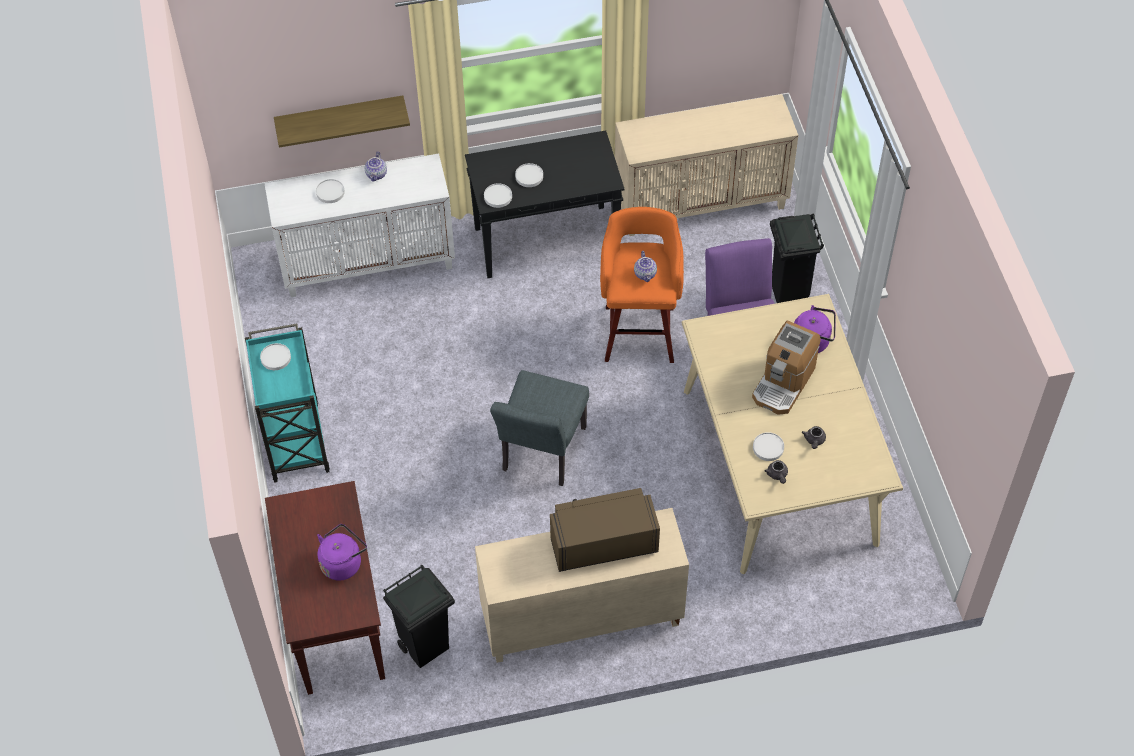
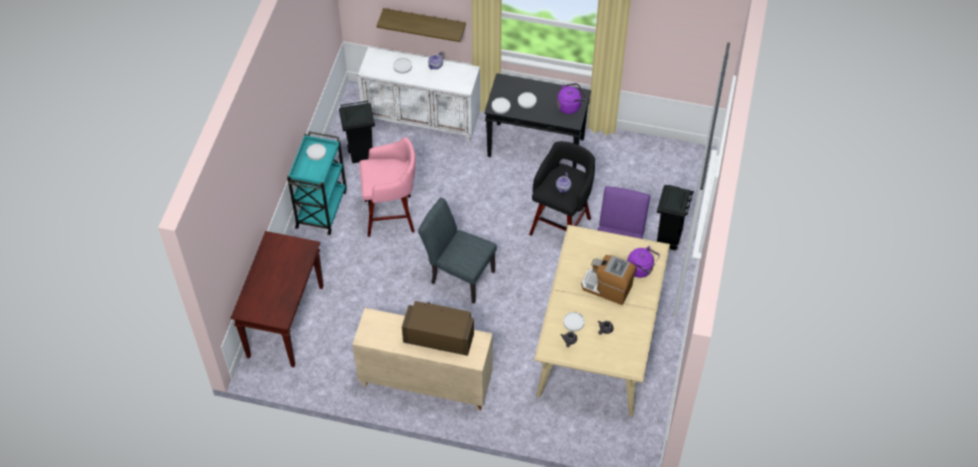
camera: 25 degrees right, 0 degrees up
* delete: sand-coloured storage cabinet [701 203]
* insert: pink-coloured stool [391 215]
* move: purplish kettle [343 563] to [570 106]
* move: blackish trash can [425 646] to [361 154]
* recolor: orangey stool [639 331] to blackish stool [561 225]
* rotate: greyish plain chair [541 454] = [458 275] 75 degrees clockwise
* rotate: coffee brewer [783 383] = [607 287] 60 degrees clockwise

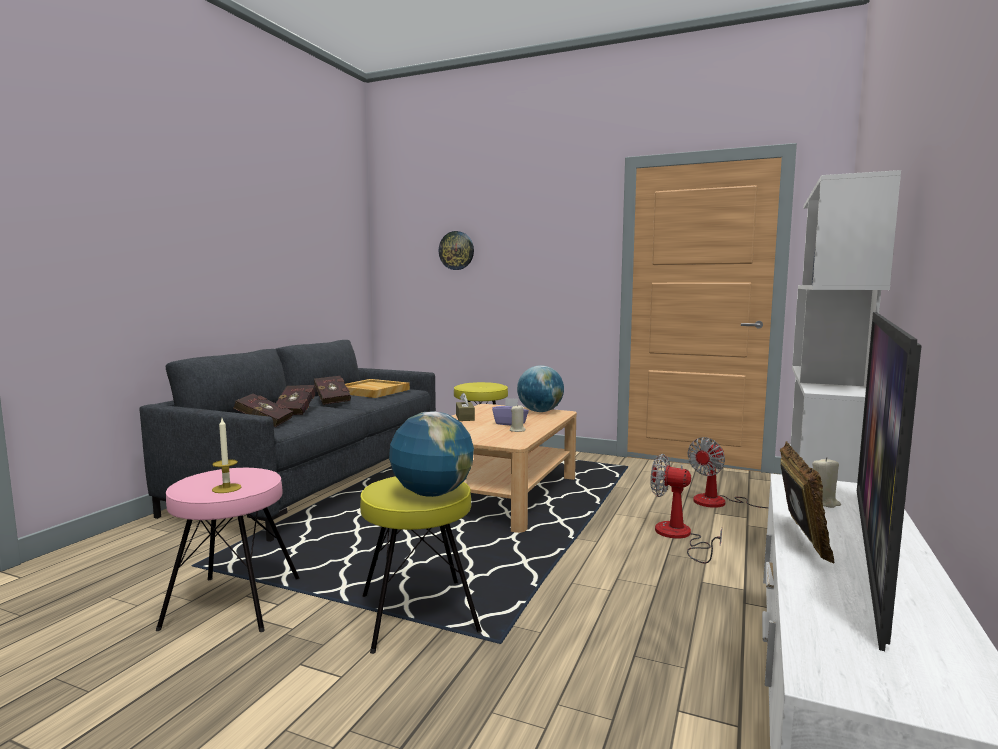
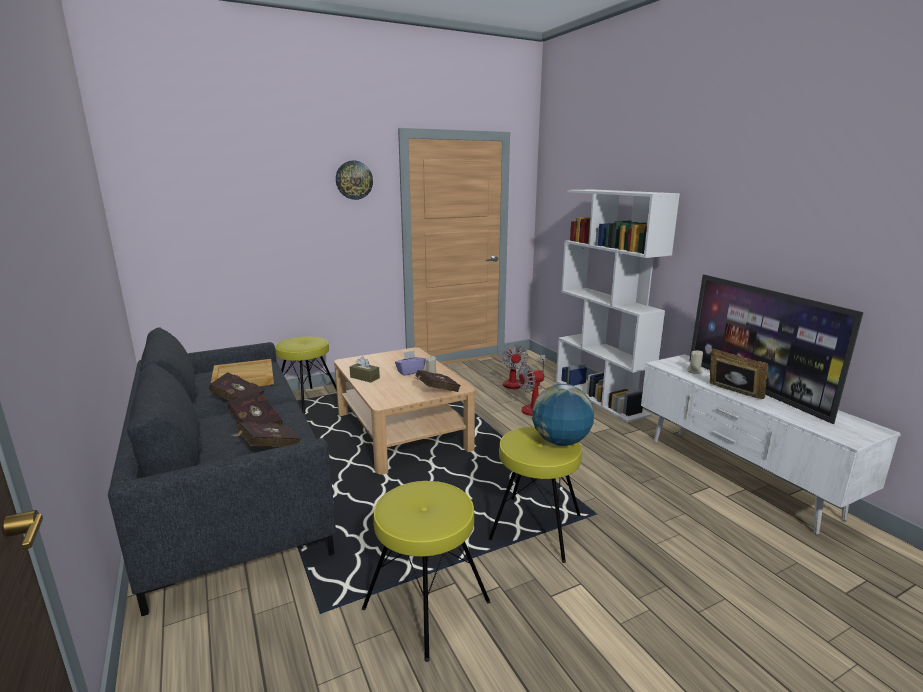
camera: 50 degrees left, 10 degrees up
* delete: wax light [226 488]
* delete: world globe [540 411]
* insert: red-coloured bound book [436 391]
* move: hanging clock [456 250] to [354 180]
* recolor: pink-coloured stool [232 603] to yellow-coloured stool [426 605]

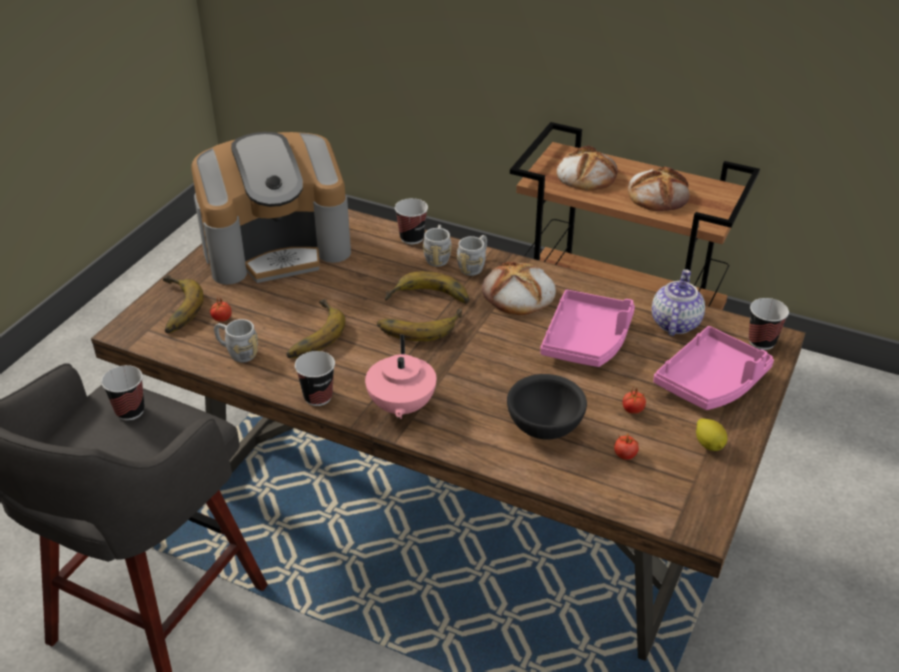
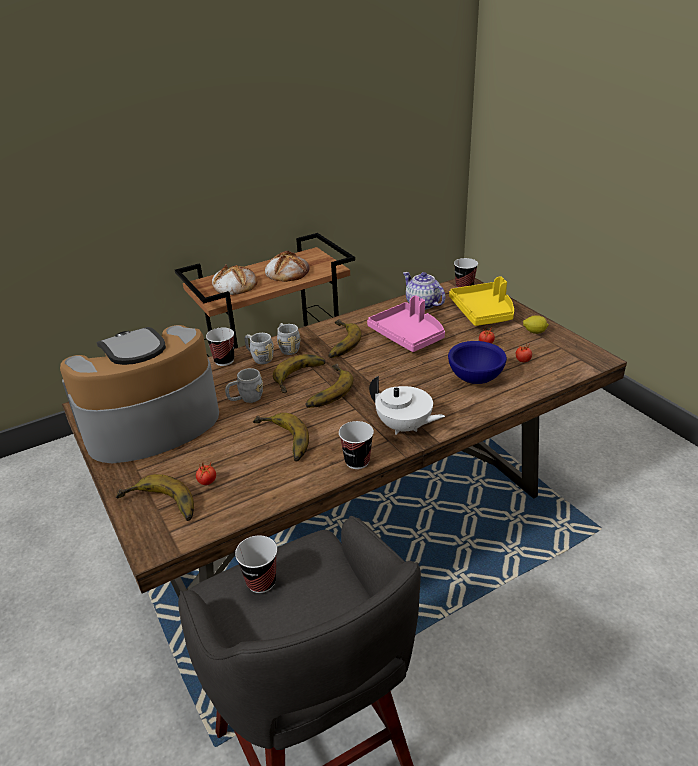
camera: 55 degrees left, 5 degrees down
* move: greyish mug [237 352] to [246 399]
* replace: bread [518 294] to banana [337 342]
* recolor: pink-coloured tea pot [401 407] to whitish tea pot [404 427]
* recolor: blackish deep dish [544 428] to bluish deep dish [476 379]
* recolor: pink-coloured tray [712 382] to yellow-coloured tray [483 312]
* rotate: coffee brewer [276 247] = [150 424] 135 degrees counterclockwise

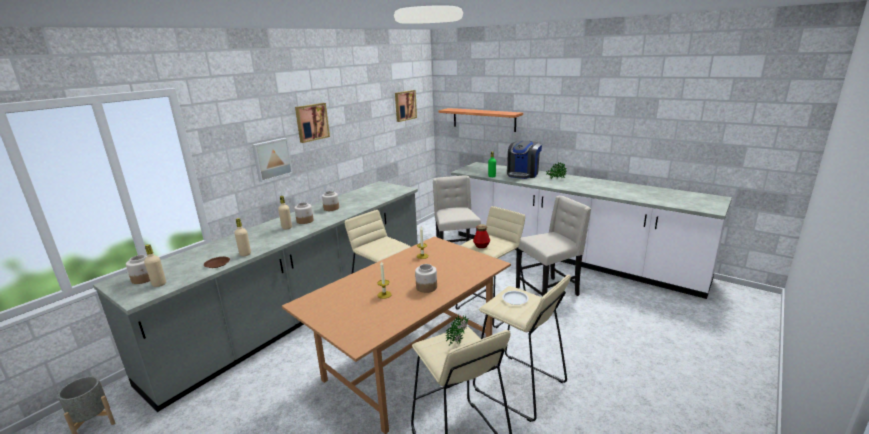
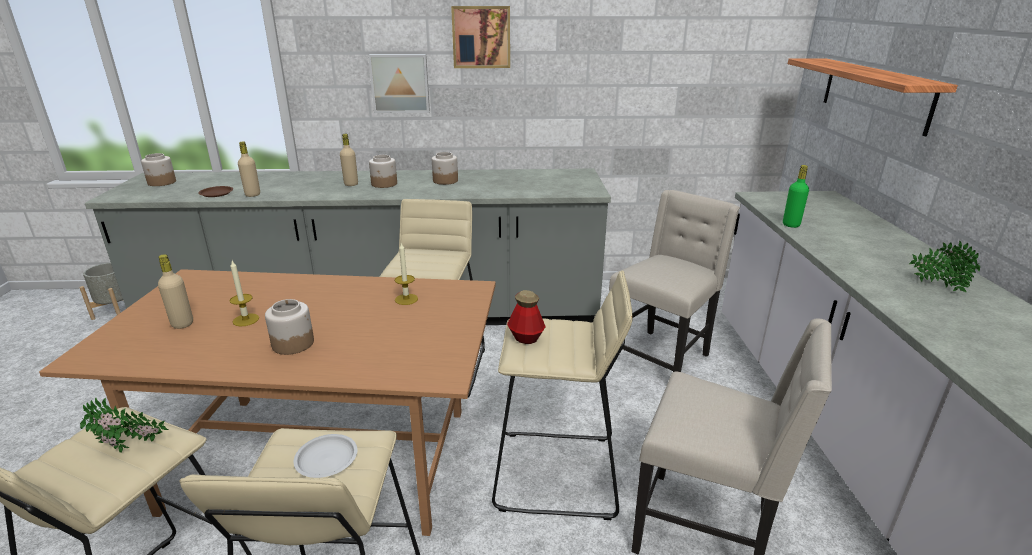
camera: 50 degrees right, 5 degrees up
* delete: wall picture [404 105]
* delete: coffee brewer [523 174]
* move: sand-coloured drink bottle [159 284] to [182 324]

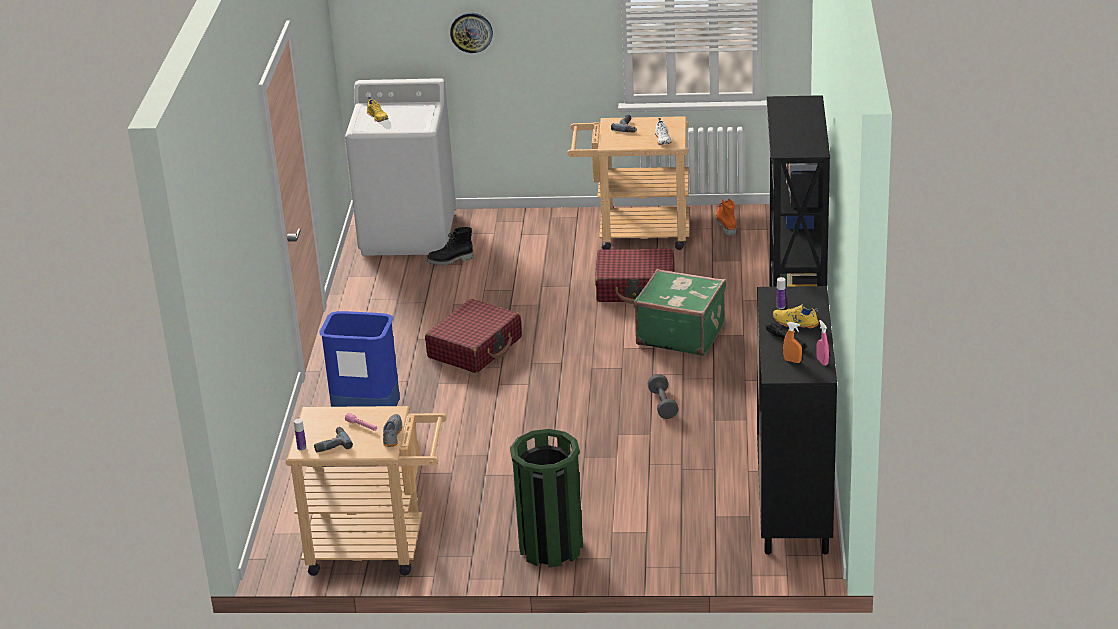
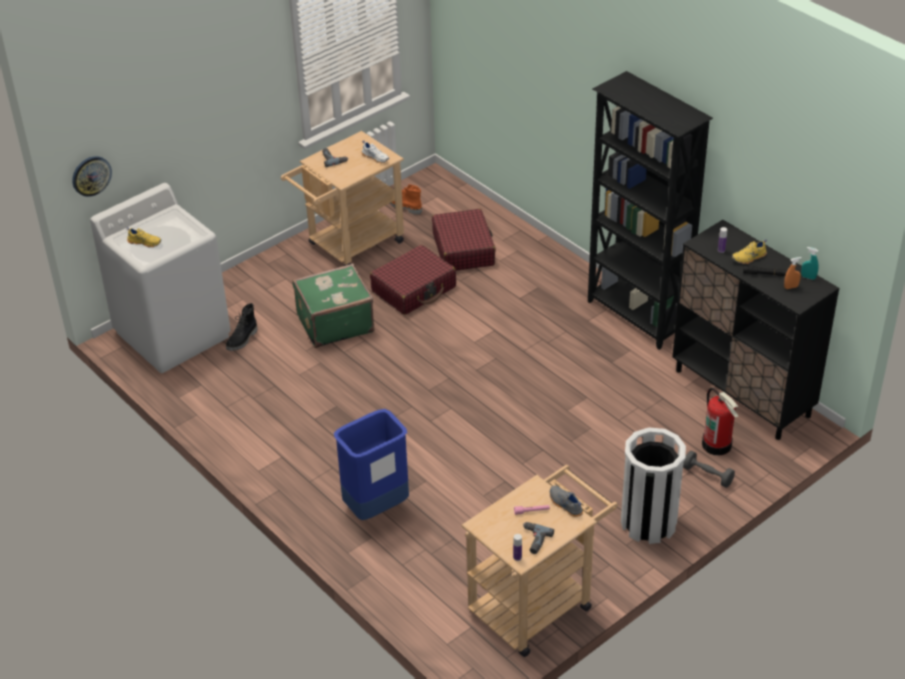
camera: 45 degrees left, 10 degrees up
* insert: fire extinguisher [717 444]
* move: red-coloured suitcase [475 347] to [463 249]
* move: hanging clock [471 32] to [91 175]
* move: greenish suitcase [680 334] to [334 323]
* move: greyish free weight [663 404] to [707 475]
* recolor: greenish trash can [550 547] to whitish trash can [648 523]
* recolor: pink-coloured hand sprayer [822 361] to turquoise-coloured hand sprayer [808 277]

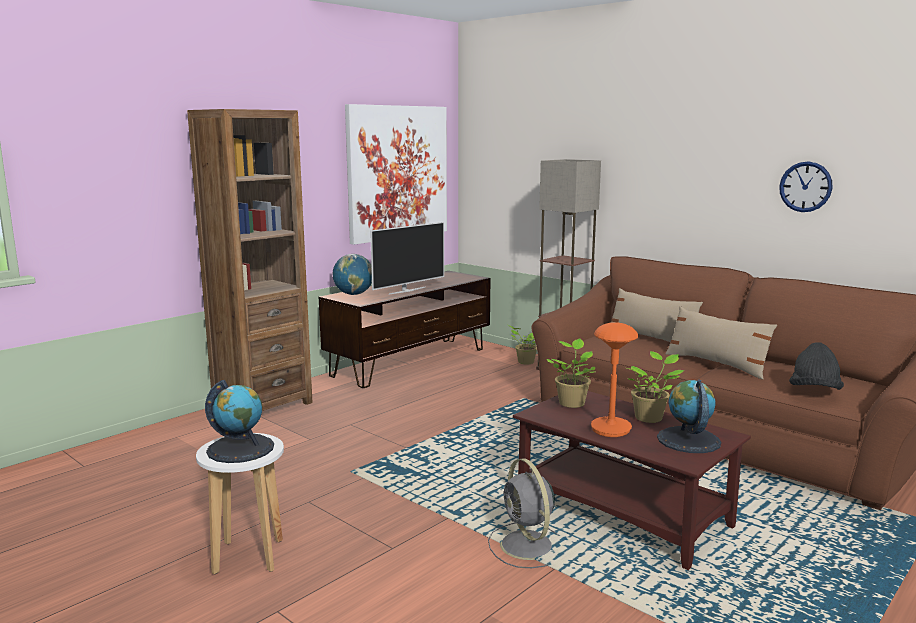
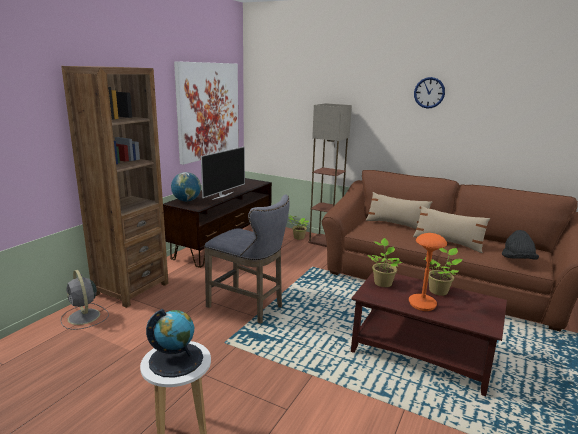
camera: 15 degrees left, 5 degrees up
* delete: world globe [688 440]
* insert: greyish stool [249 307]
* move: greyish fan [528 546] to [84 317]
* move: hanging clock [805 187] to [429 92]

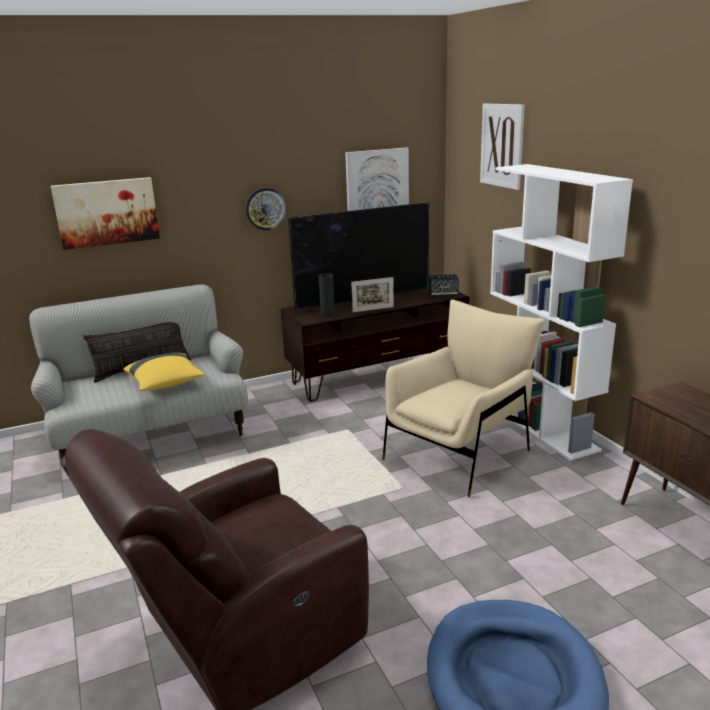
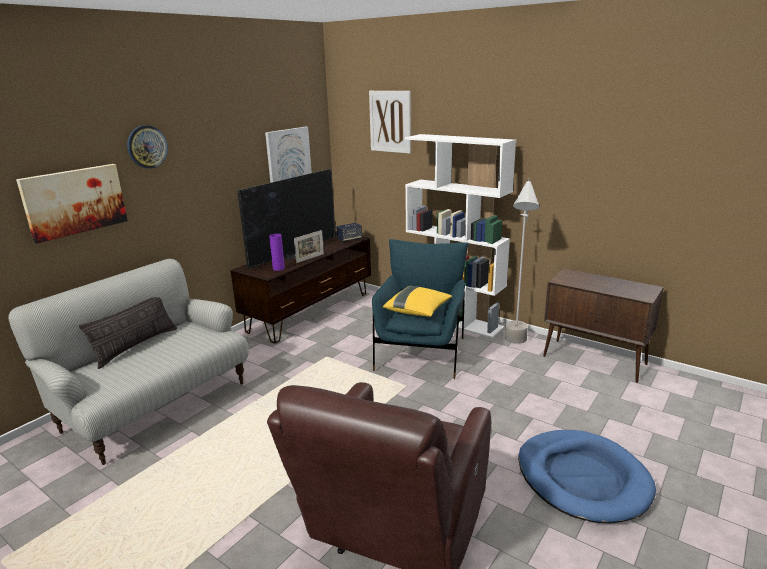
camera: 30 degrees left, 0 degrees up
* insert: greyish standing lamp [515 347]
* move: yellow-coloured cushion [165 384] to [418 311]
* move: hanging clock [265 208] to [147 147]
* recolor: blackish decorative vase [327 315] to purplish decorative vase [278 268]
* recolor: sand-coloured armchair [459 453] to bluish armchair [421 352]

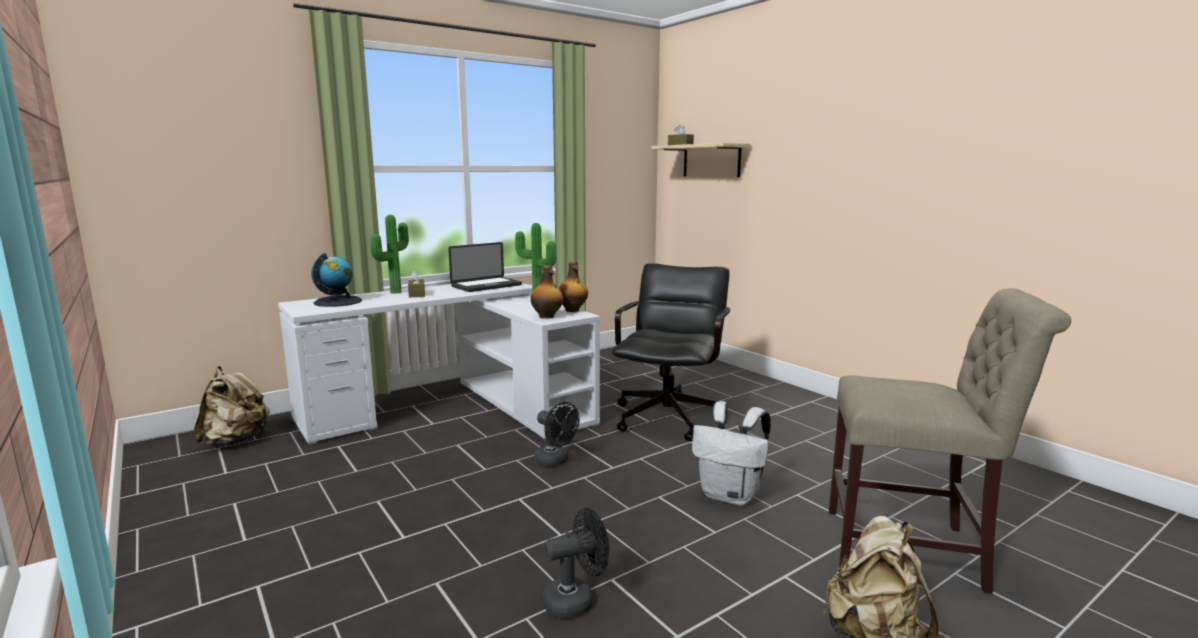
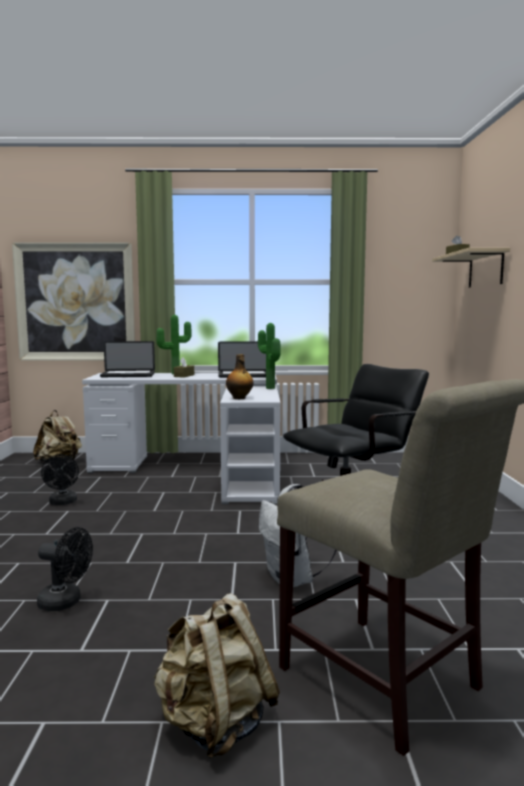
camera: 35 degrees right, 5 degrees down
* delete: drink bottle [572 310]
* insert: wall picture [75 302]
* move: blackish fan [555 461] to [63 502]
* replace: world globe [338 302] to laptop [128 375]

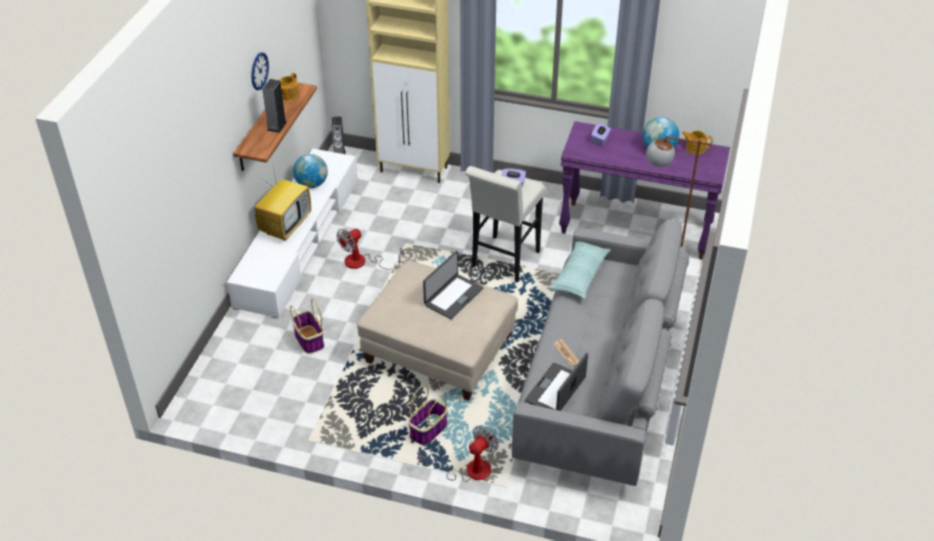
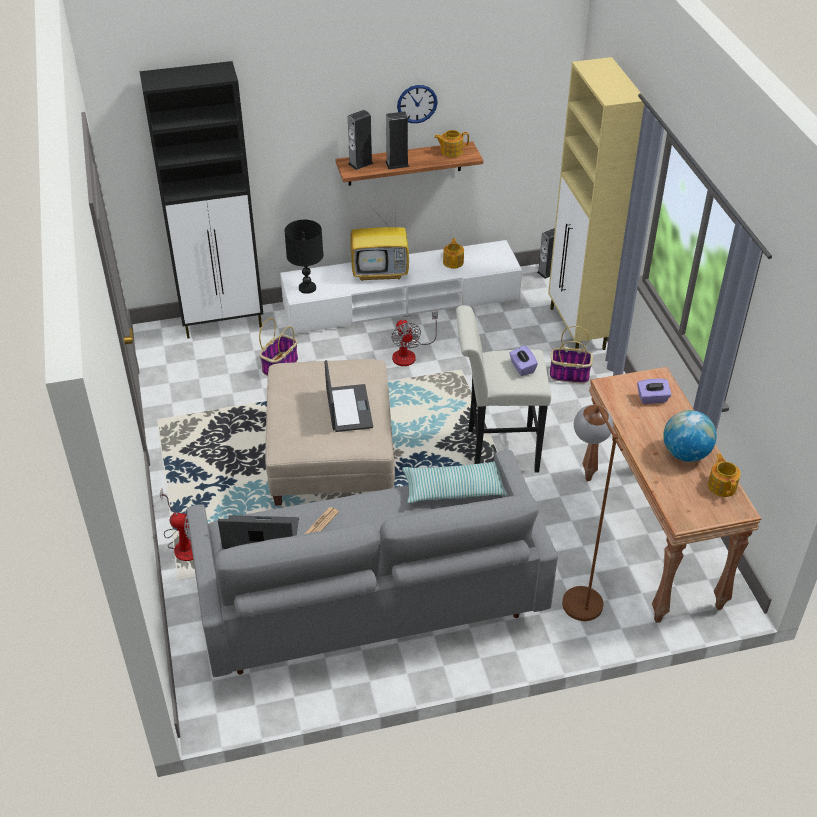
camera: 60 degrees right, 0 degrees up
* insert: blackish storage cabinet [224 323]
* insert: blackish tabletop lamp [307 288]
* insert: speaker [360 163]
* move: basket [428 430] to [568 375]
* replace: world globe [312 184] to tea pot [453 262]
* recolor: purplish narrow table [636 230] to brown-coloured narrow table [651 540]
* rotate: fan [363 262] = [409 353] 120 degrees counterclockwise
* rotate: laptop [453 296] = [348 408] 105 degrees counterclockwise

